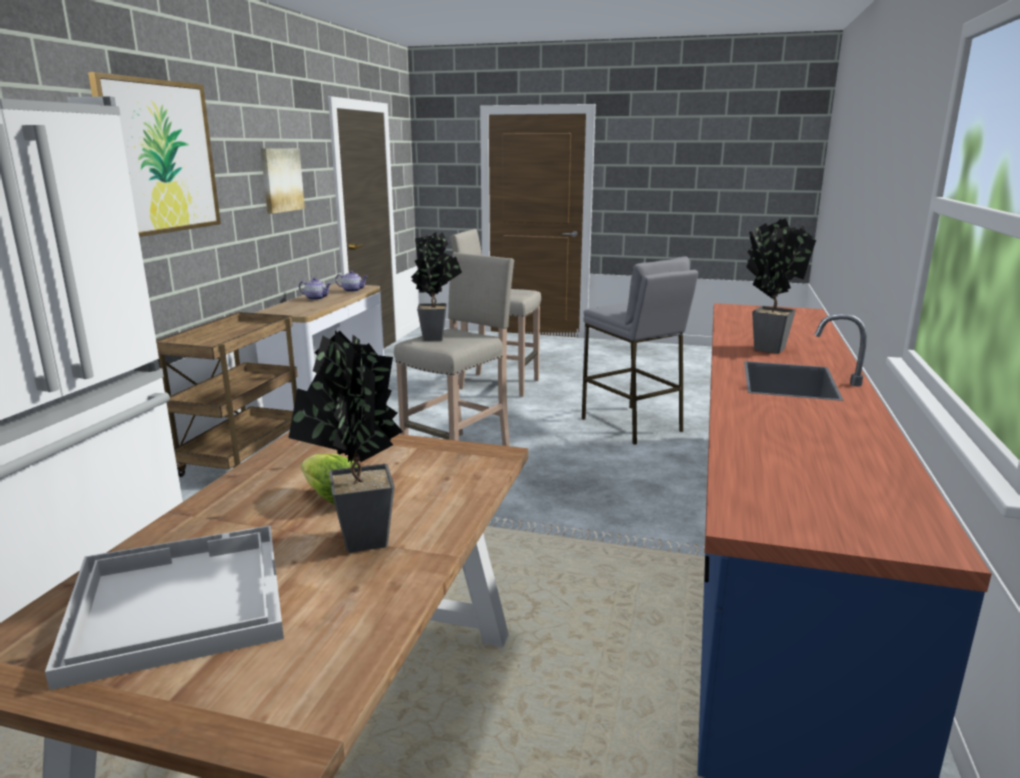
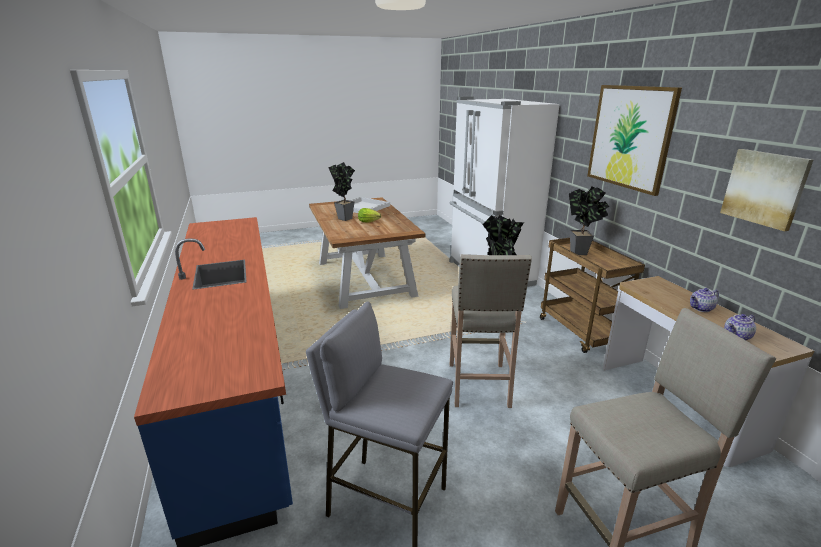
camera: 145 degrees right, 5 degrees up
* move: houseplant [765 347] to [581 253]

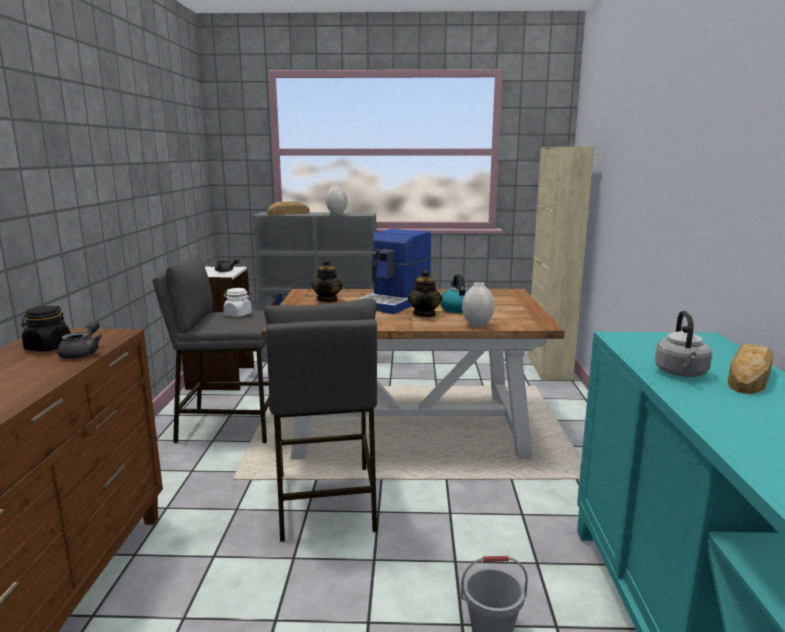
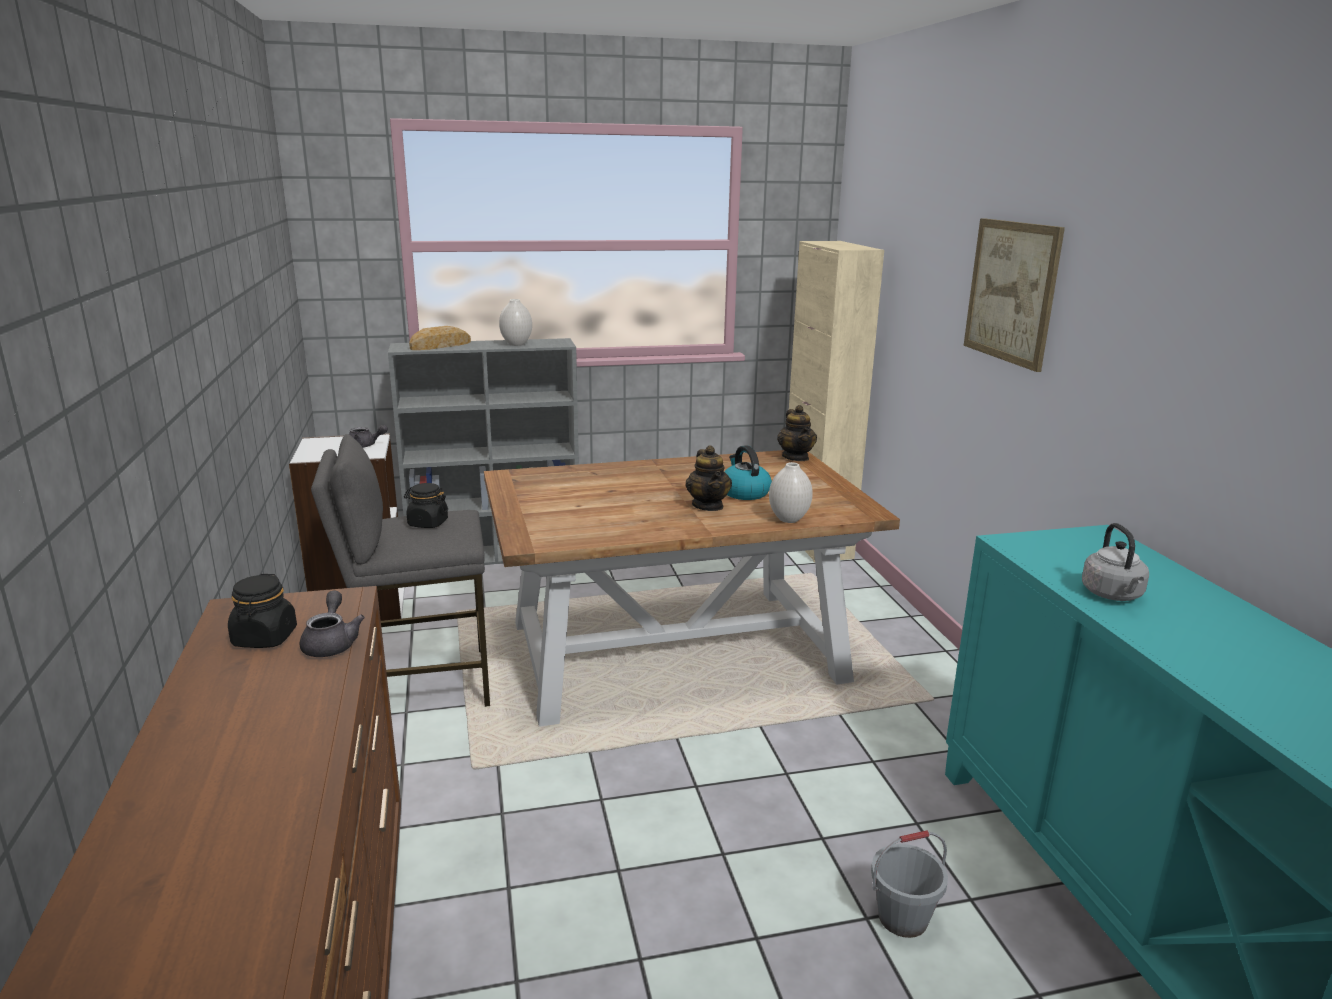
camera: 15 degrees left, 5 degrees up
* delete: greyish stool [325 502]
* delete: coffee brewer [395 302]
* delete: bread [749 377]
* insert: wall picture [1011 291]
* move: tea pot [327 300] to [796 457]
* recolor: whitish jar [237 314] to blackish jar [427 523]

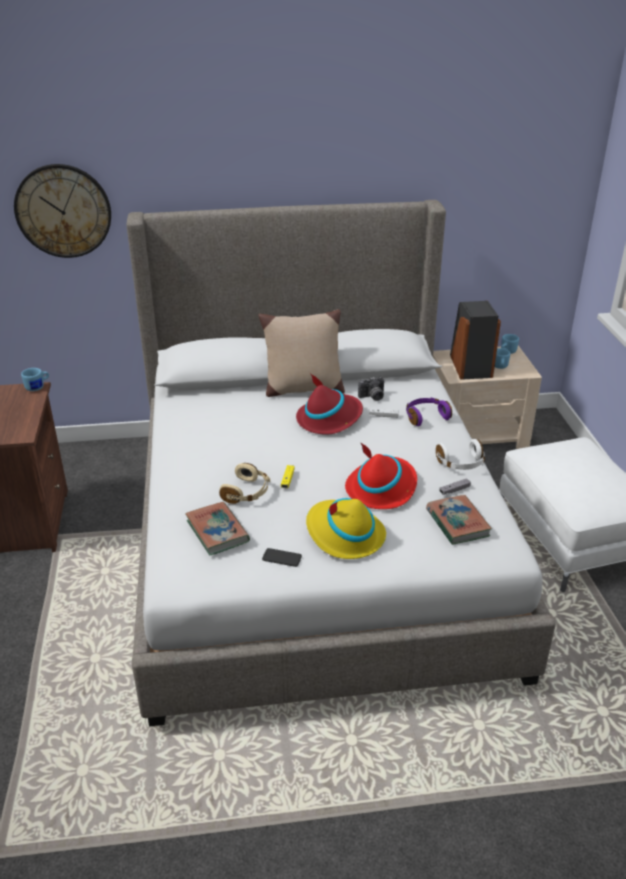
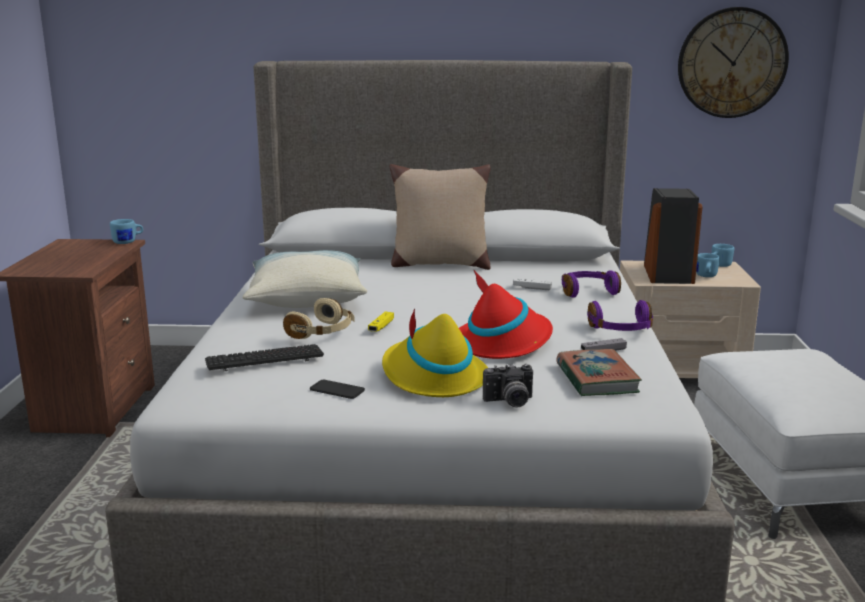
camera: 10 degrees right, 15 degrees down
* delete: red-coloured wearable hat [329 419]
* insert: cushion [306 298]
* move: hanging clock [63 211] to [732 63]
* move: still camera [372 397] to [509 402]
* replace: bound book [217 531] to PC keyboard [264 360]
* recolor: whitish headphones [461 463] to purplish headphones [621 330]

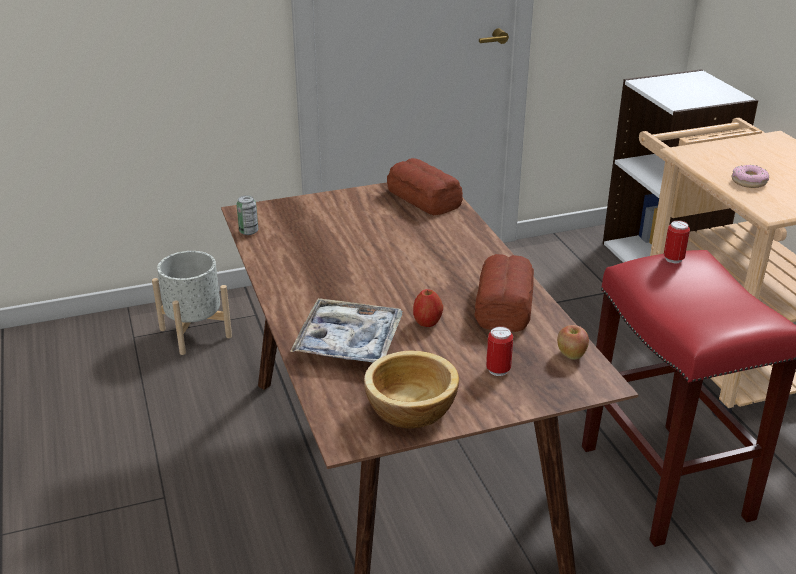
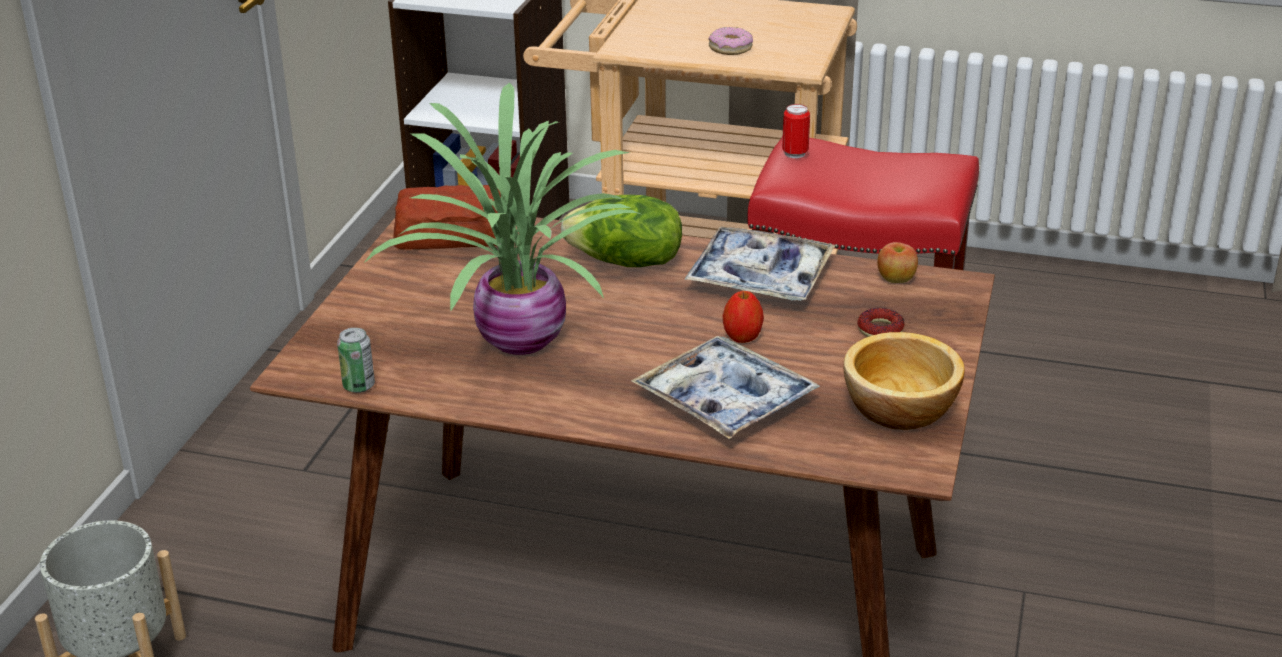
camera: 55 degrees left, 0 degrees up
* insert: houseplant [522 337]
* insert: head of lettuce [626 262]
* replace: bread [505 304] to tray [760 277]
* replace: metal can [498 370] to doughnut [880 330]

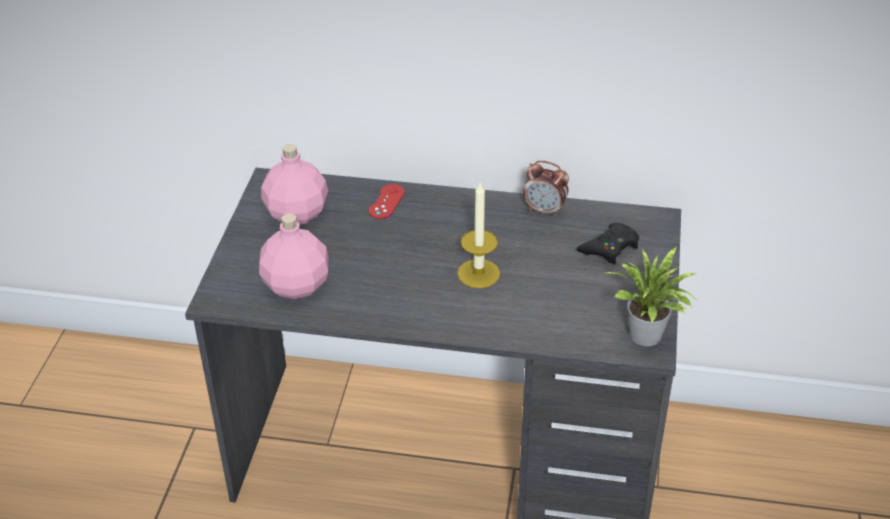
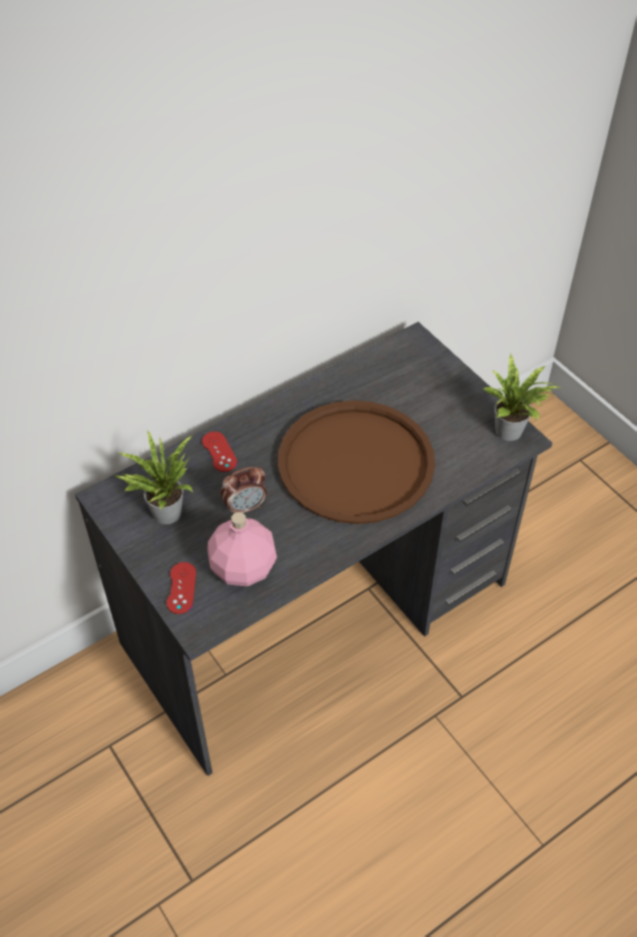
camera: 45 degrees left, 10 degrees up
* delete: blackish gamepad [609 248]
* insert: red-coloured gamepad [181 588]
* move: bedside clock [544 210] to [245 507]
* replace: pink-coloured drink bottle [296 214] to houseplant [164 511]
* replace: wax light [478 273] to brown-coloured tray [356 462]

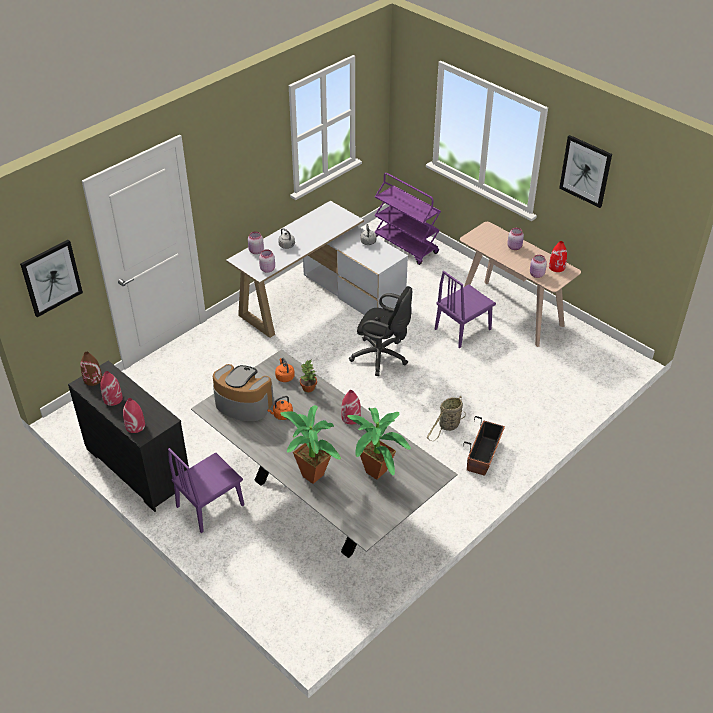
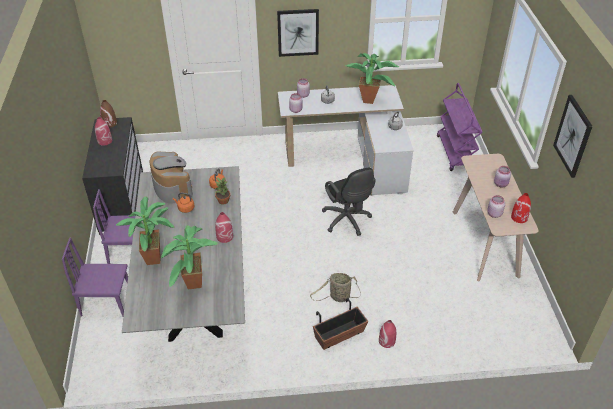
camera: 40 degrees right, 0 degrees up
* insert: houseplant [371 101]
* move: wall picture [51 278] to [298 32]
* move: red-coloured decorative vase [135 426] to [387 341]
* move: purplish plain chair [463 329] to [106 301]

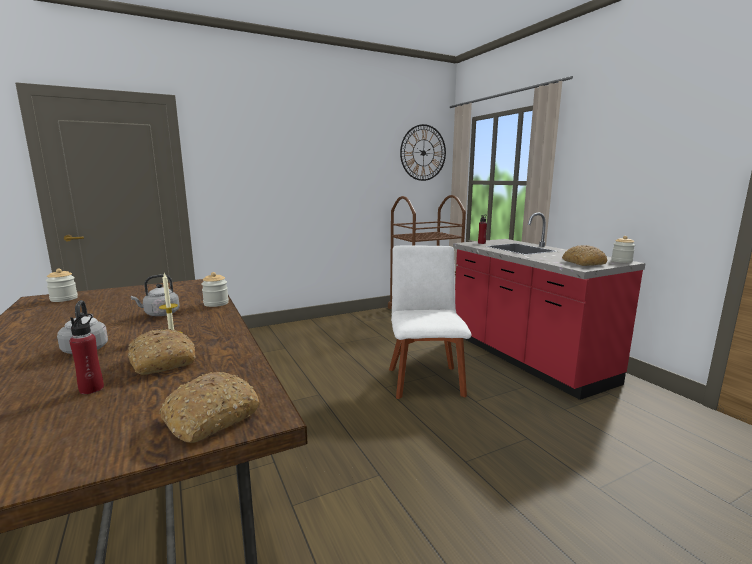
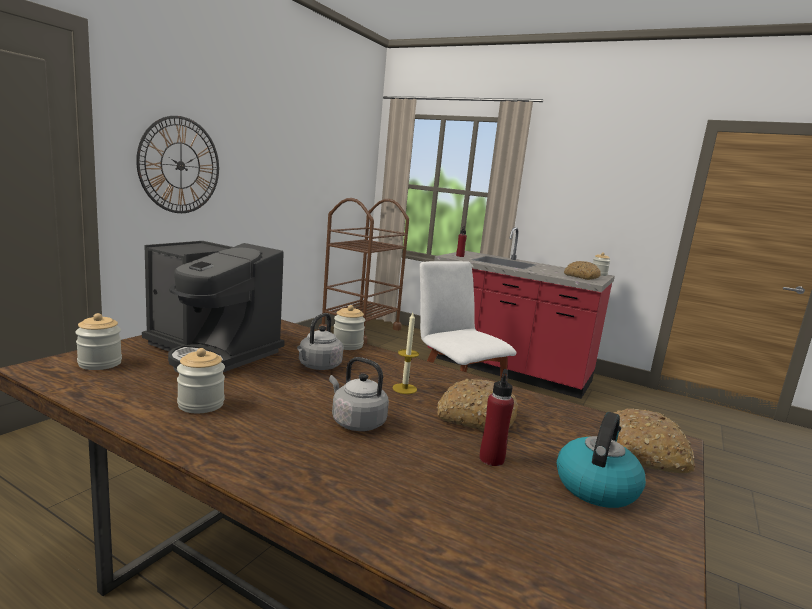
camera: 35 degrees left, 0 degrees up
* insert: coffee brewer [212 351]
* insert: jar [201 404]
* insert: kettle [596 486]
* move: hanging clock [423 153] to [180 165]

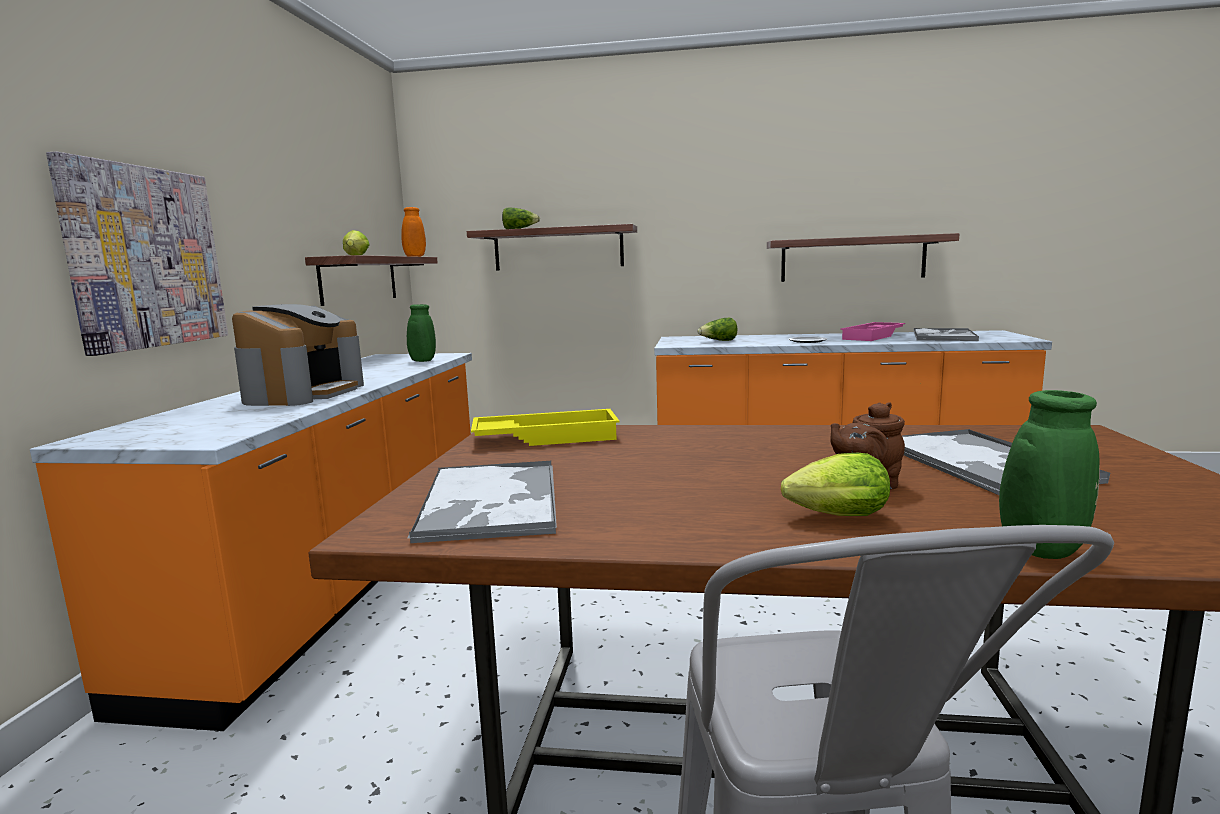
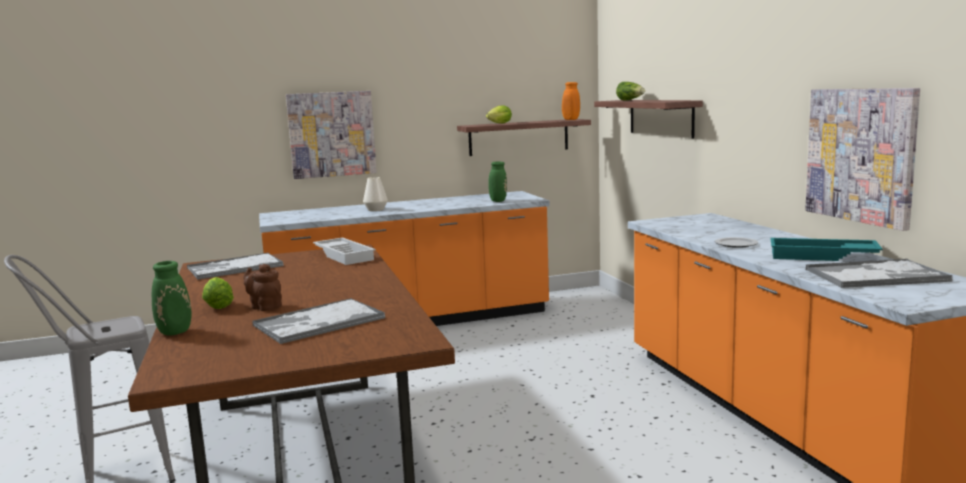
camera: 65 degrees right, 0 degrees up
* delete: head of lettuce [718 341]
* replace: coffee brewer [304 393] to whitish decorative vase [376 209]
* replace: bracket shelf [852 259] to wall picture [860 155]
* recolor: yellow-coloured tray [547 437] to whitish tray [345 256]
* recolor: pink-coloured tray [873 336] to turquoise-coloured tray [822 256]

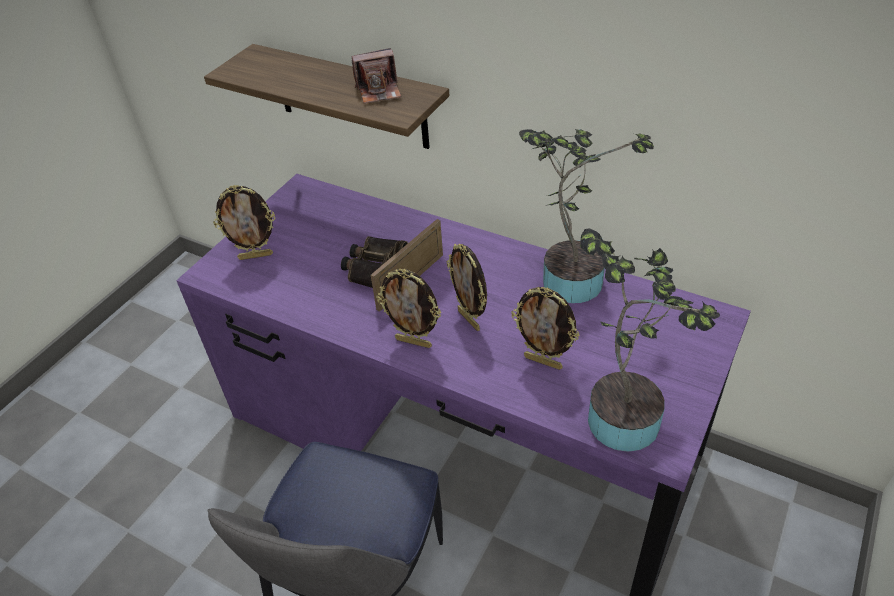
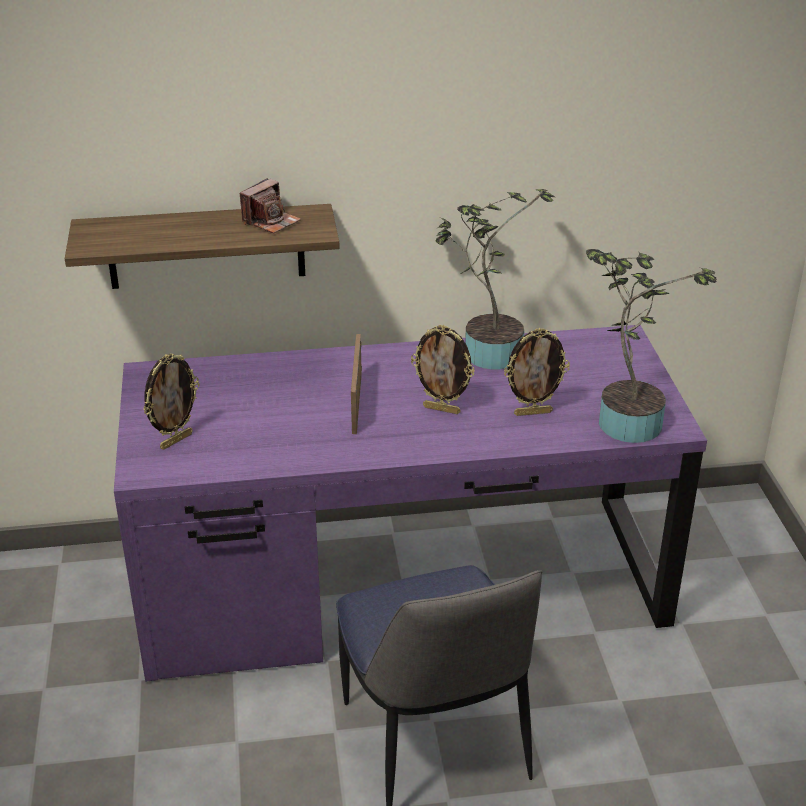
camera: 40 degrees left, 10 degrees down
* delete: binoculars [374 267]
* delete: picture frame [414 342]

